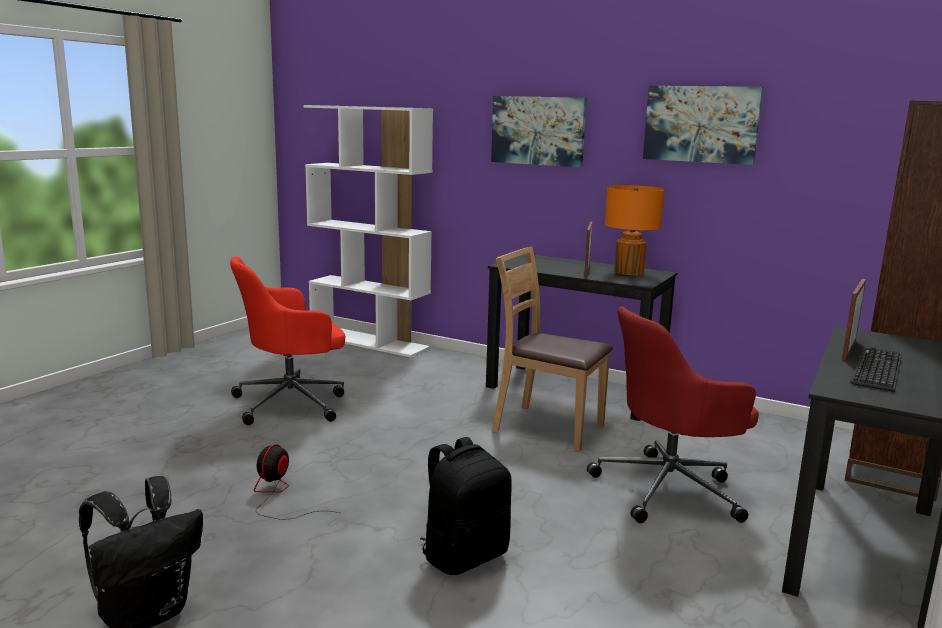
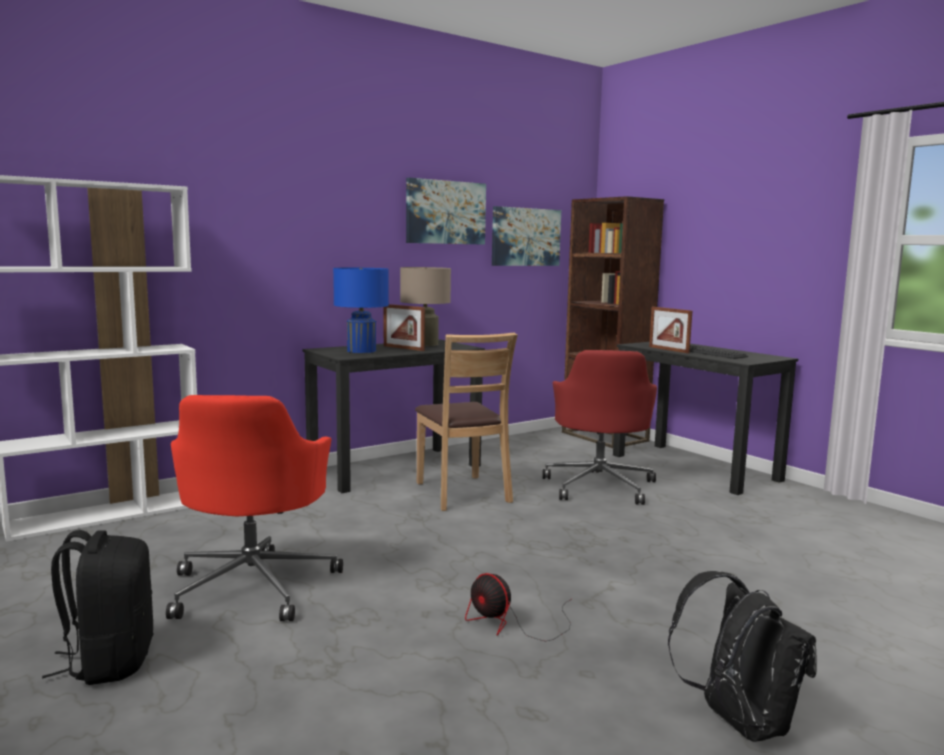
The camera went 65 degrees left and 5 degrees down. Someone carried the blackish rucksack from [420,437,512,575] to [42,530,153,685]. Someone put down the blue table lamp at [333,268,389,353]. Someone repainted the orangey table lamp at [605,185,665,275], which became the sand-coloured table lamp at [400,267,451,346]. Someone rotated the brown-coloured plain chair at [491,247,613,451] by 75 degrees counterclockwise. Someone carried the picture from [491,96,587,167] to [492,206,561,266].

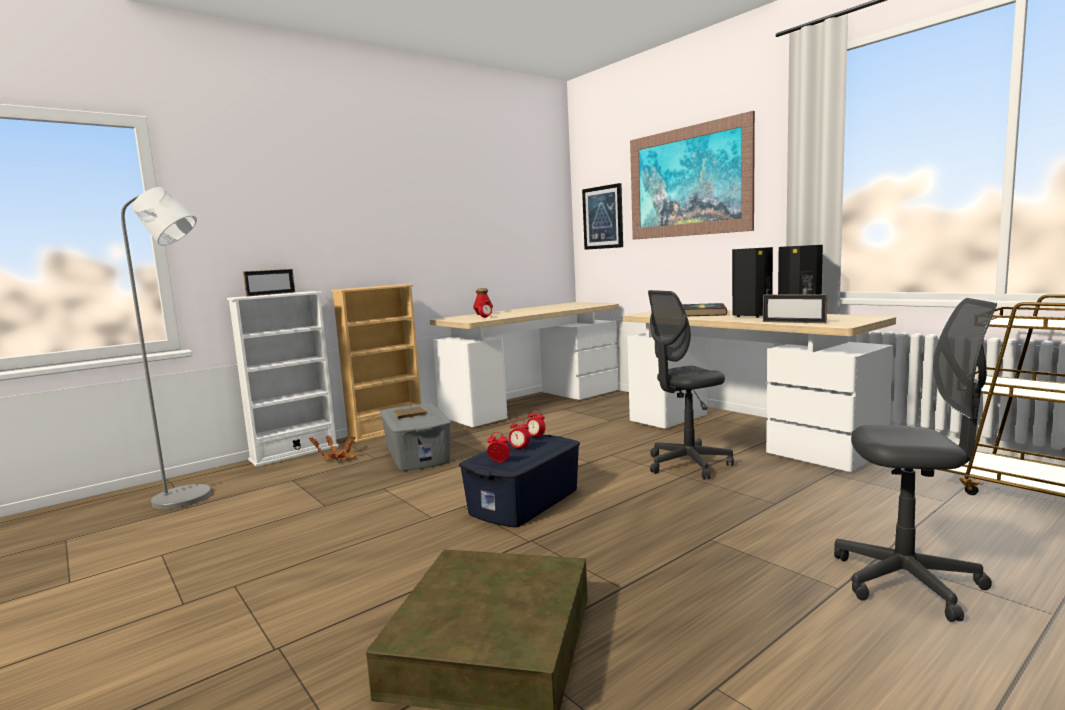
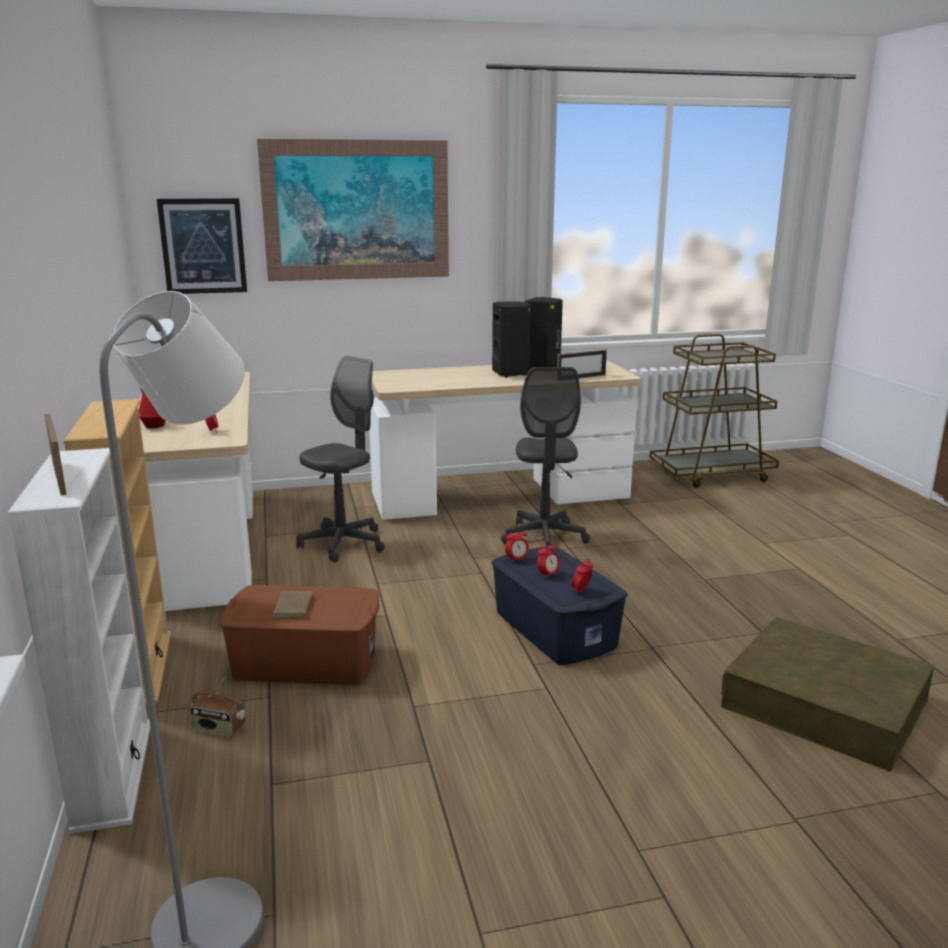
The camera went 65 degrees left and 10 degrees up. Someone swapped the houseplant at [308,436,357,461] for the radio at [190,677,245,737]. Someone repainted the gray storage container at [380,403,451,471], which became the brown-coloured storage container at [220,585,380,684]. Someone carried the gray desk chair from [834,298,997,622] to [296,356,385,563]. Someone took away the book at [682,303,727,316].

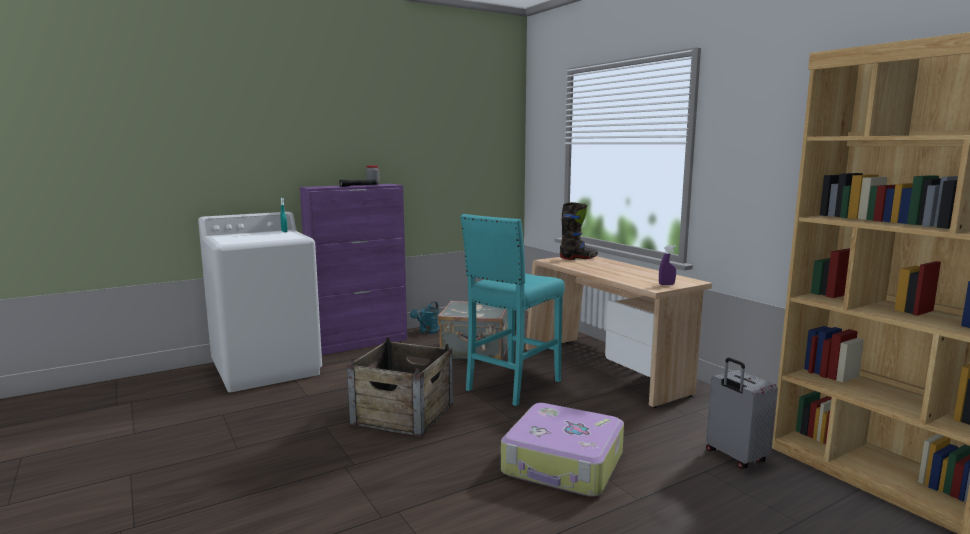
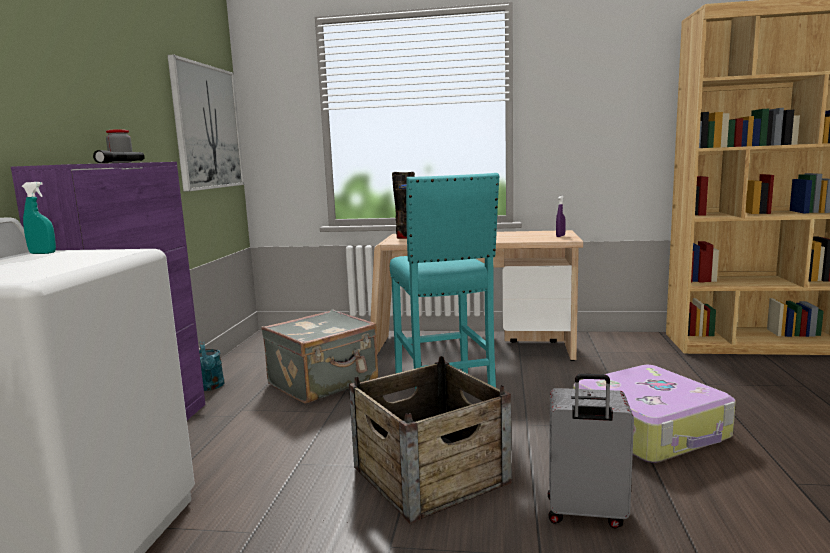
The camera went 50 degrees left and 0 degrees up. Someone put up the picture at [168,55,244,192]. Someone carried the gray piece of luggage from [706,357,778,469] to [548,374,634,529].

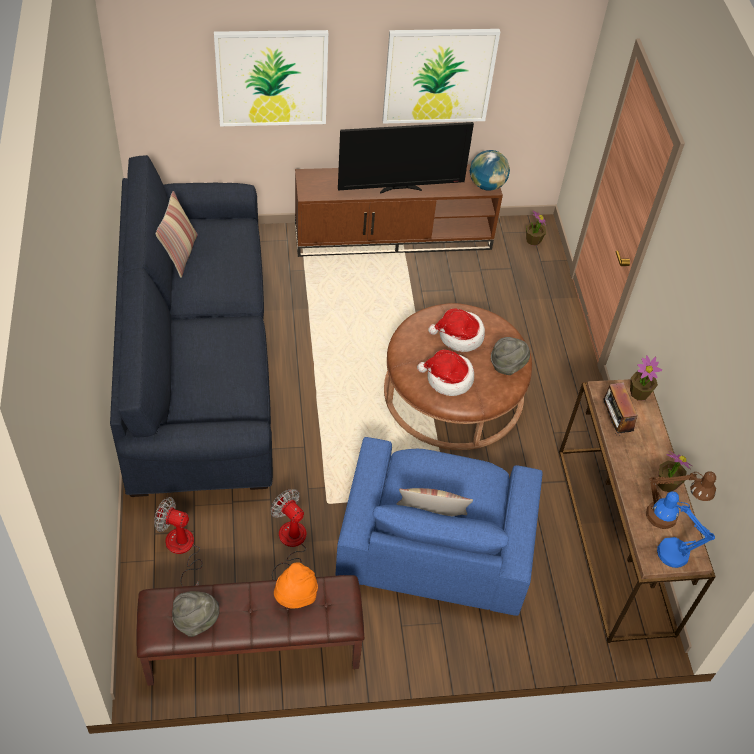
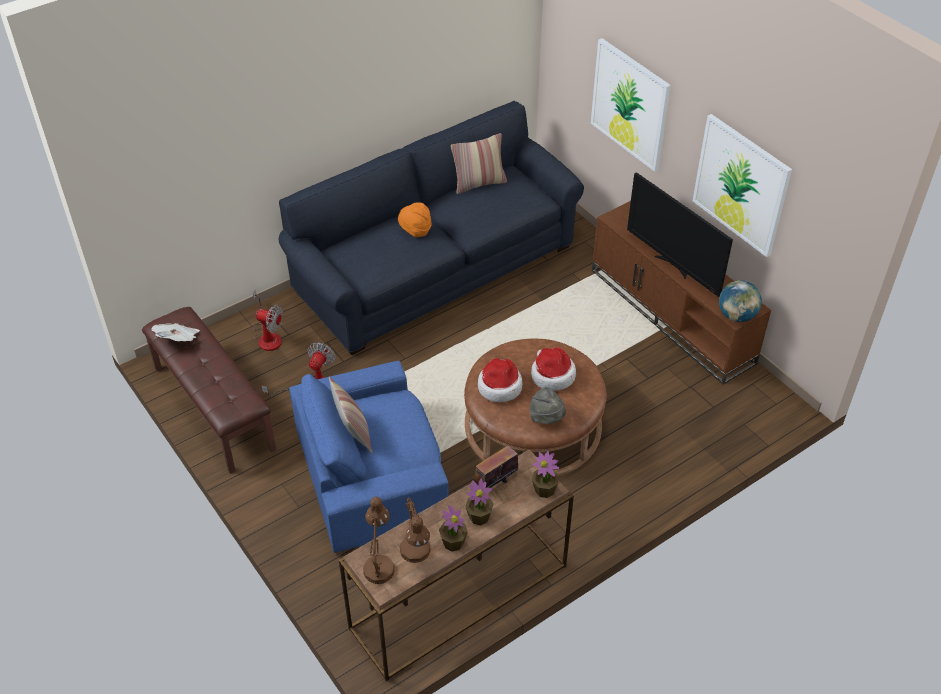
The camera went 65 degrees right and 5 degrees down. Someone swapped the gray hat at [172,591,219,637] for the printed paper at [152,323,200,341]. Someone rotated the electric fan at [154,497,203,586] by 120 degrees clockwise. Someone repainted the blue table lamp at [653,491,715,568], which became the brown-coloured table lamp at [363,497,395,584]. Someone carried the orangey hat from [274,562,318,609] to [398,202,432,237]. Someone carried the houseplant from [526,210,547,245] to [465,478,494,525].

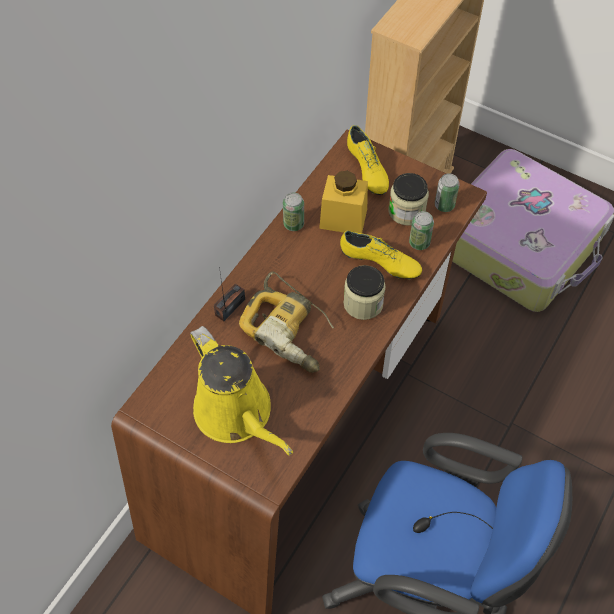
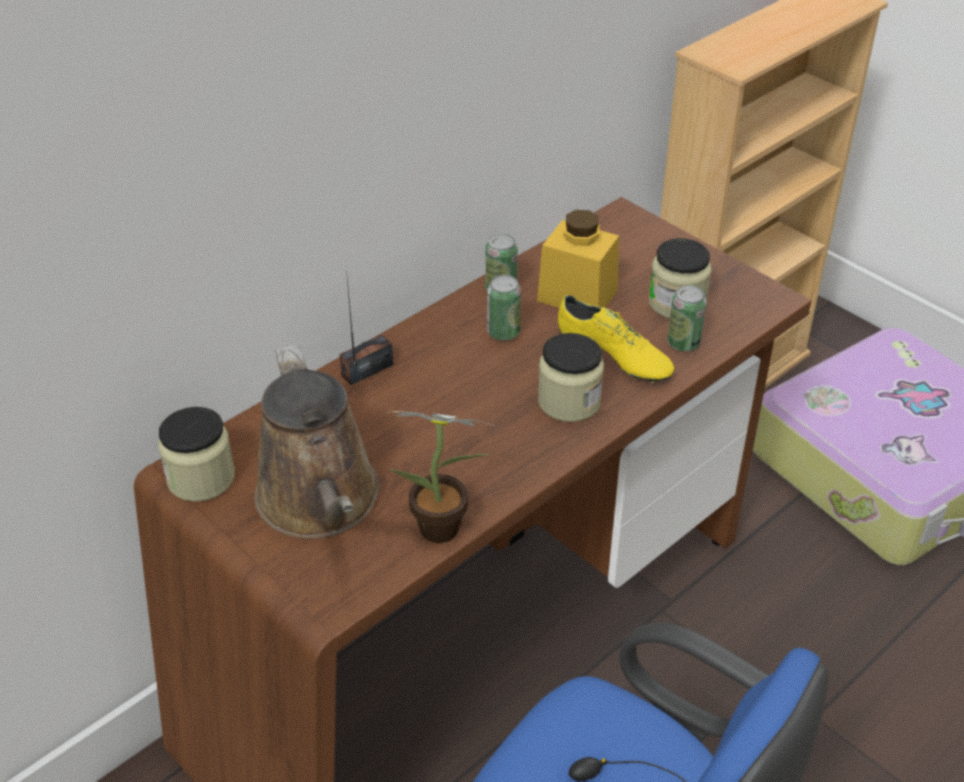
The camera went 15 degrees right and 15 degrees down. Someone put down the storage jar at [158,407,235,502]. Someone repainted the yellowish watering can at [190,326,293,456], which became the brown-coloured watering can at [254,344,379,539]. Someone put down the houseplant at [390,411,494,543]. Someone carried the can from [435,173,460,212] to [487,275,521,341]. Someone took away the electric drill at [239,272,334,373]. Someone took away the yellowish low shoe at [347,125,389,195].

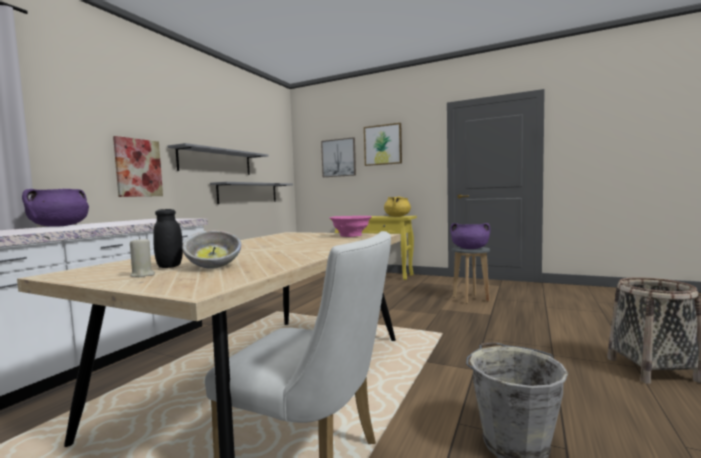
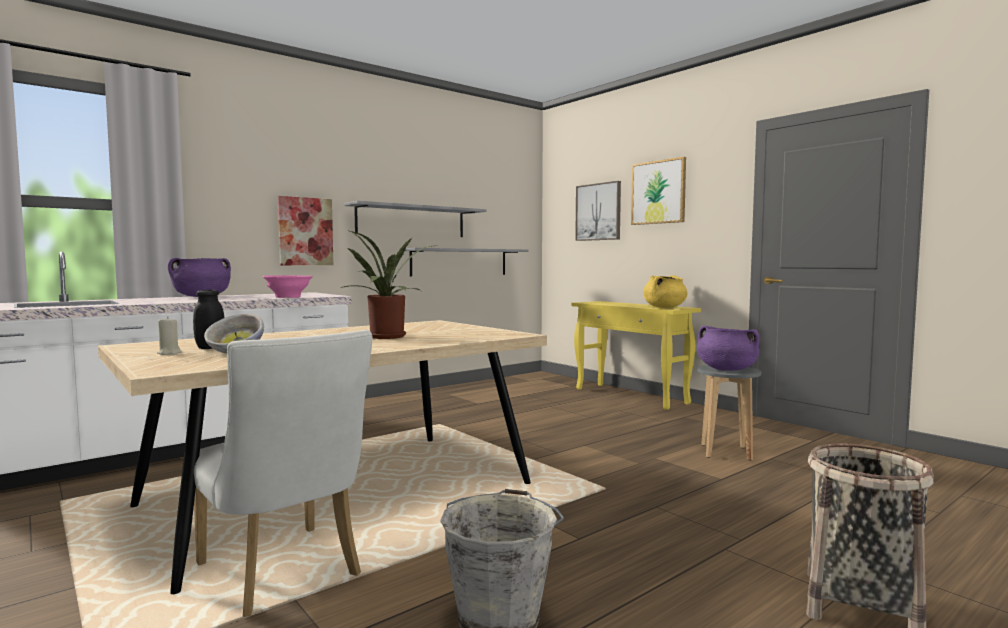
The camera went 25 degrees right and 0 degrees up. Someone carried the pinkish bowl from [330,216,372,237] to [263,275,313,298]. Someone put down the houseplant at [341,230,438,339].

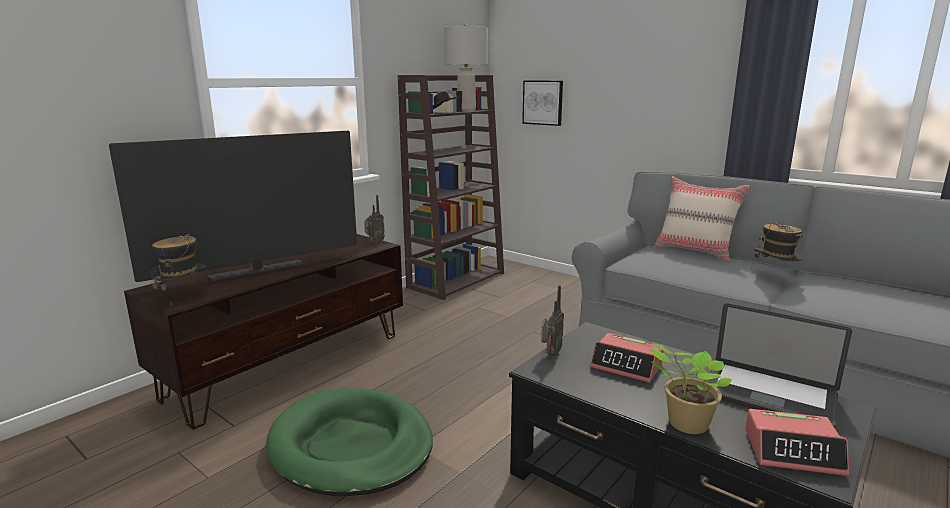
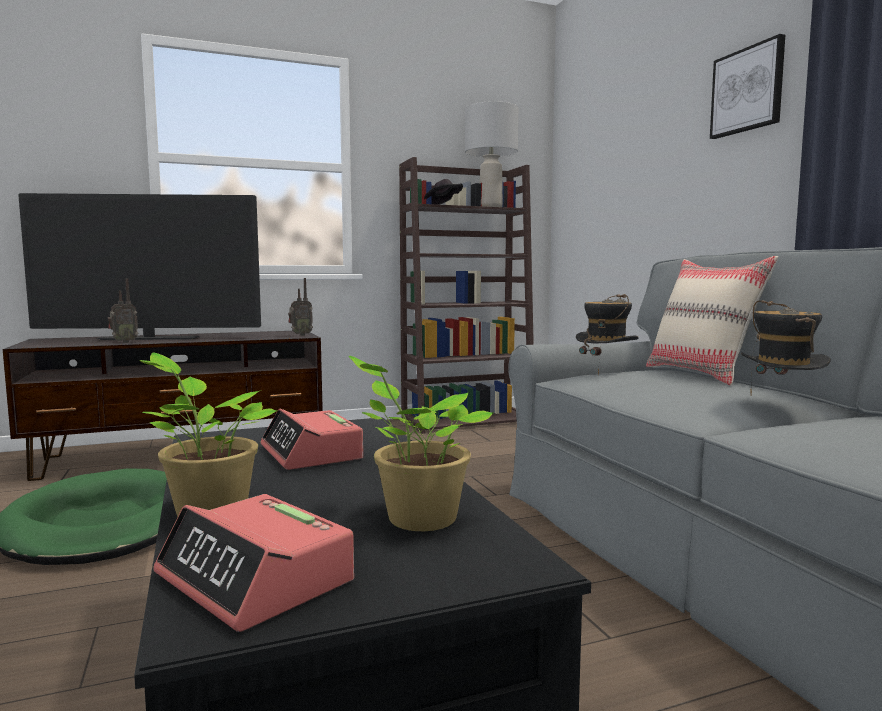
The camera went 30 degrees right and 10 degrees down. Someone carried the radio from [541,285,564,356] to [108,278,138,343]. Someone swapped the portable computer at [706,304,852,428] for the houseplant at [349,356,493,531]. Someone carried the hat from [150,234,207,306] to [576,294,639,375]. Someone carried the picture from [522,80,563,126] to [710,34,785,139].

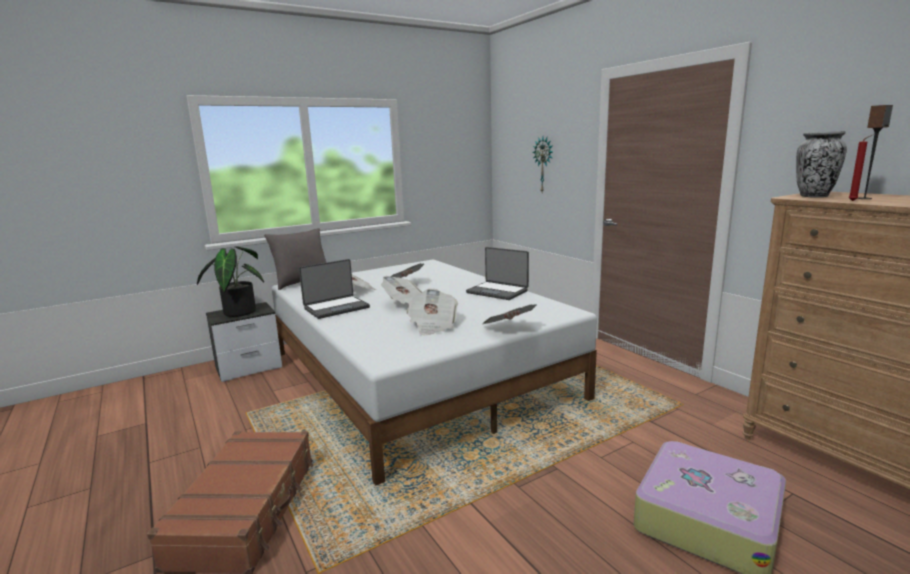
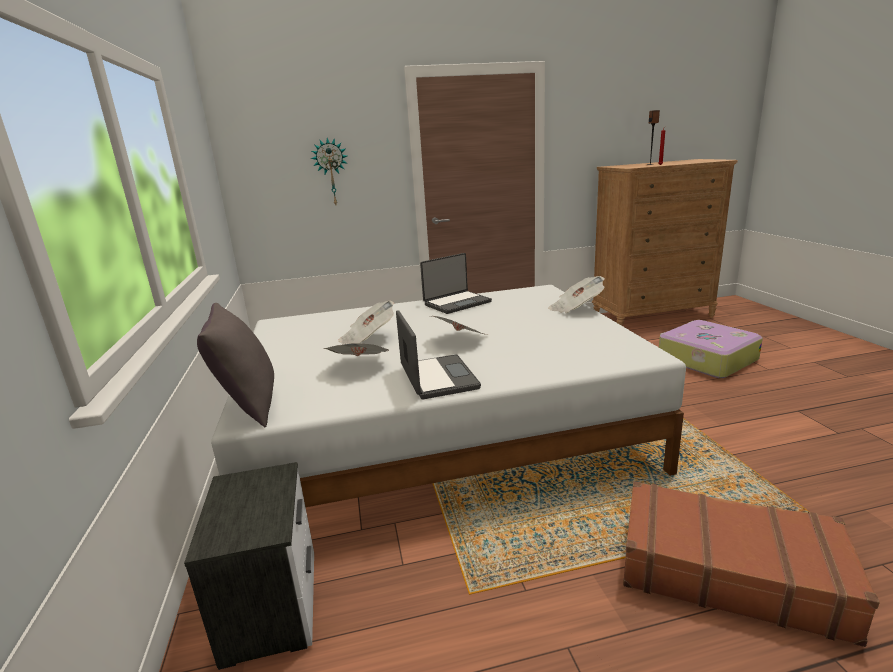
The camera went 70 degrees left and 5 degrees up. Someone took away the houseplant at [197,246,264,317]. Someone took away the printed paper at [406,289,458,335]. Someone took away the decorative vase at [796,131,847,198].

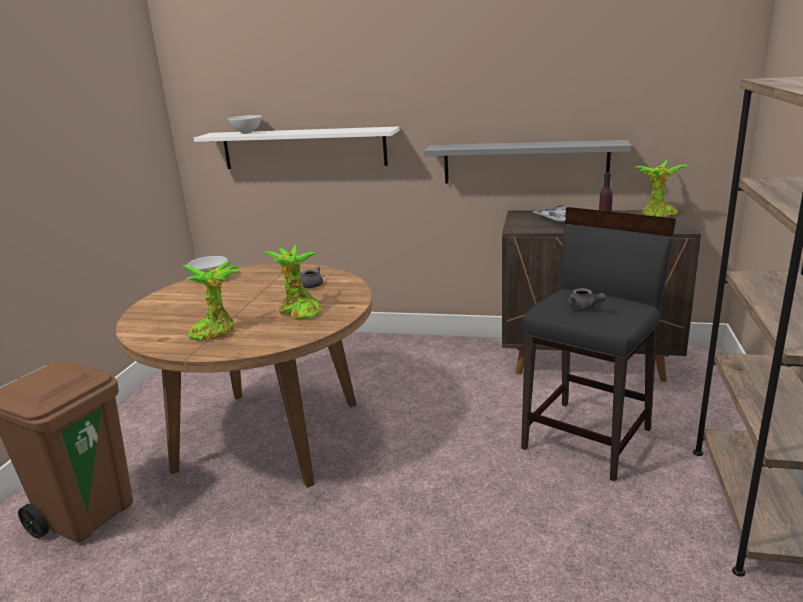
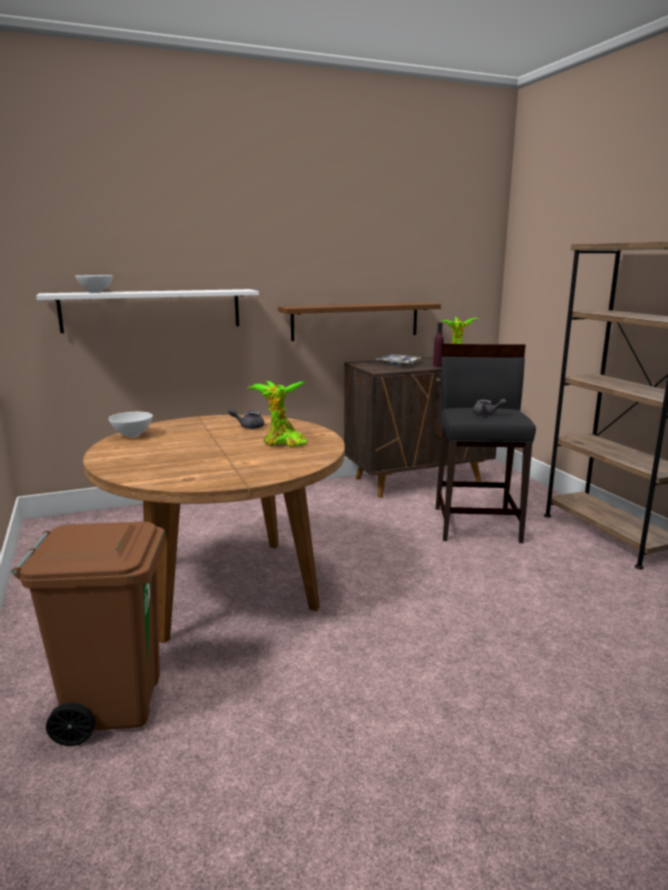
The camera went 35 degrees left and 5 degrees down. Someone repainted the gray shelf at [424,140,631,184], which became the brown-coloured shelf at [278,302,441,341]. Someone took away the houseplant at [182,261,241,340].

